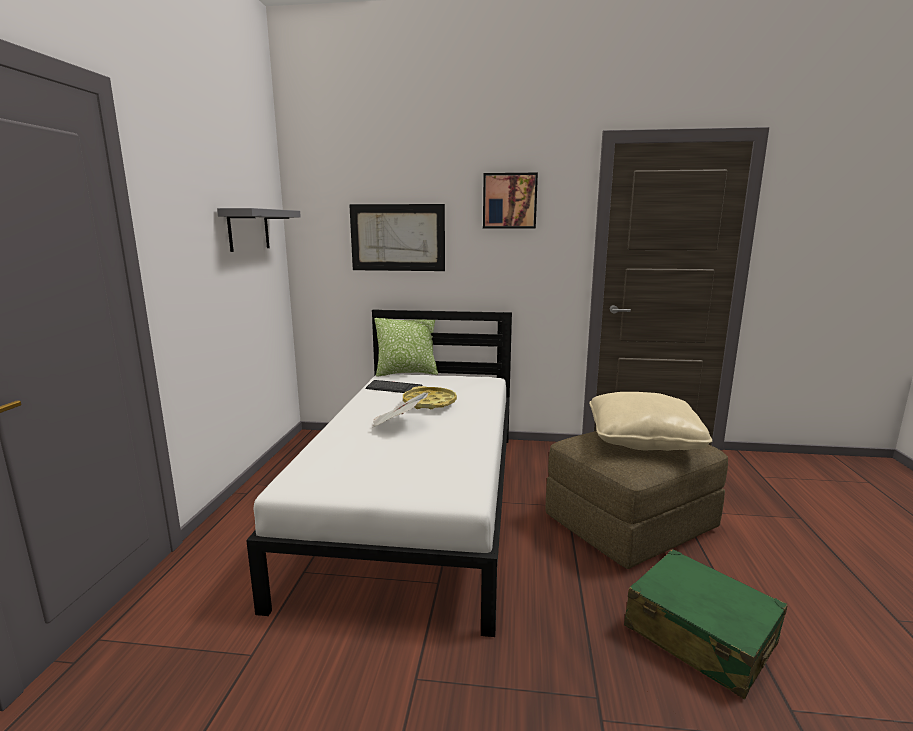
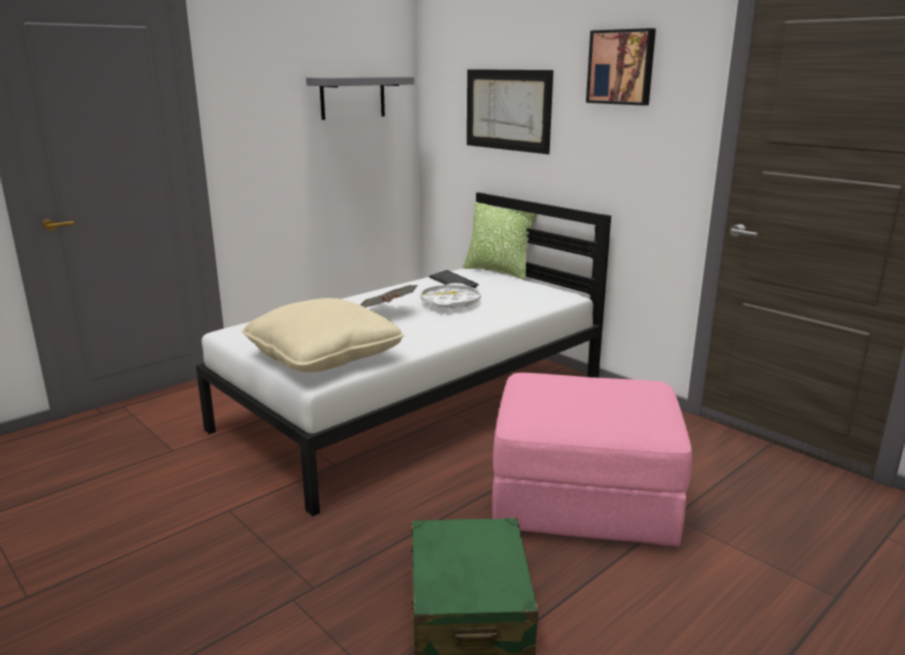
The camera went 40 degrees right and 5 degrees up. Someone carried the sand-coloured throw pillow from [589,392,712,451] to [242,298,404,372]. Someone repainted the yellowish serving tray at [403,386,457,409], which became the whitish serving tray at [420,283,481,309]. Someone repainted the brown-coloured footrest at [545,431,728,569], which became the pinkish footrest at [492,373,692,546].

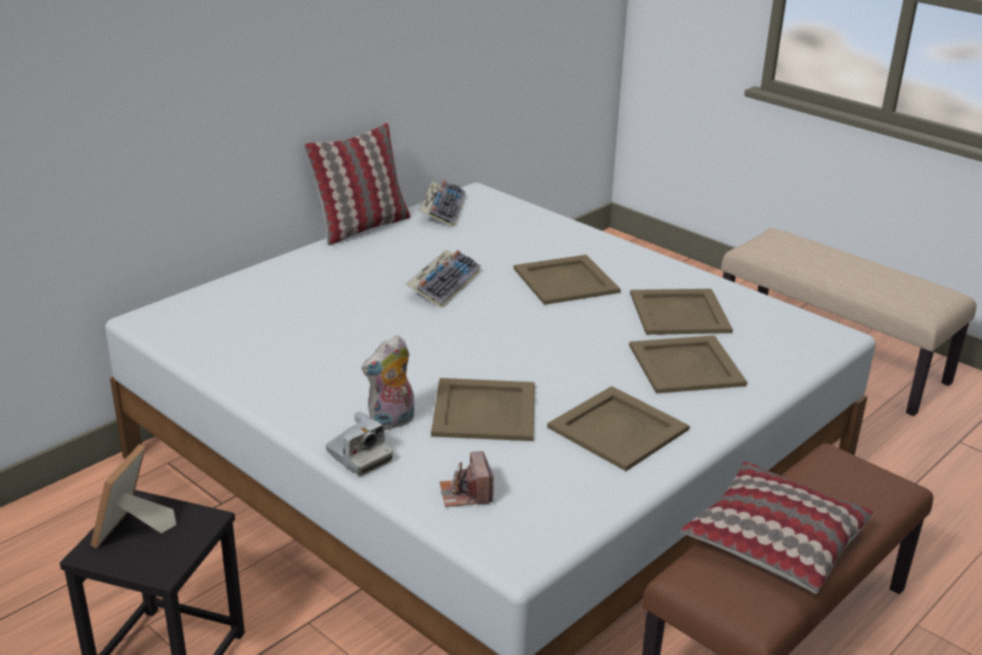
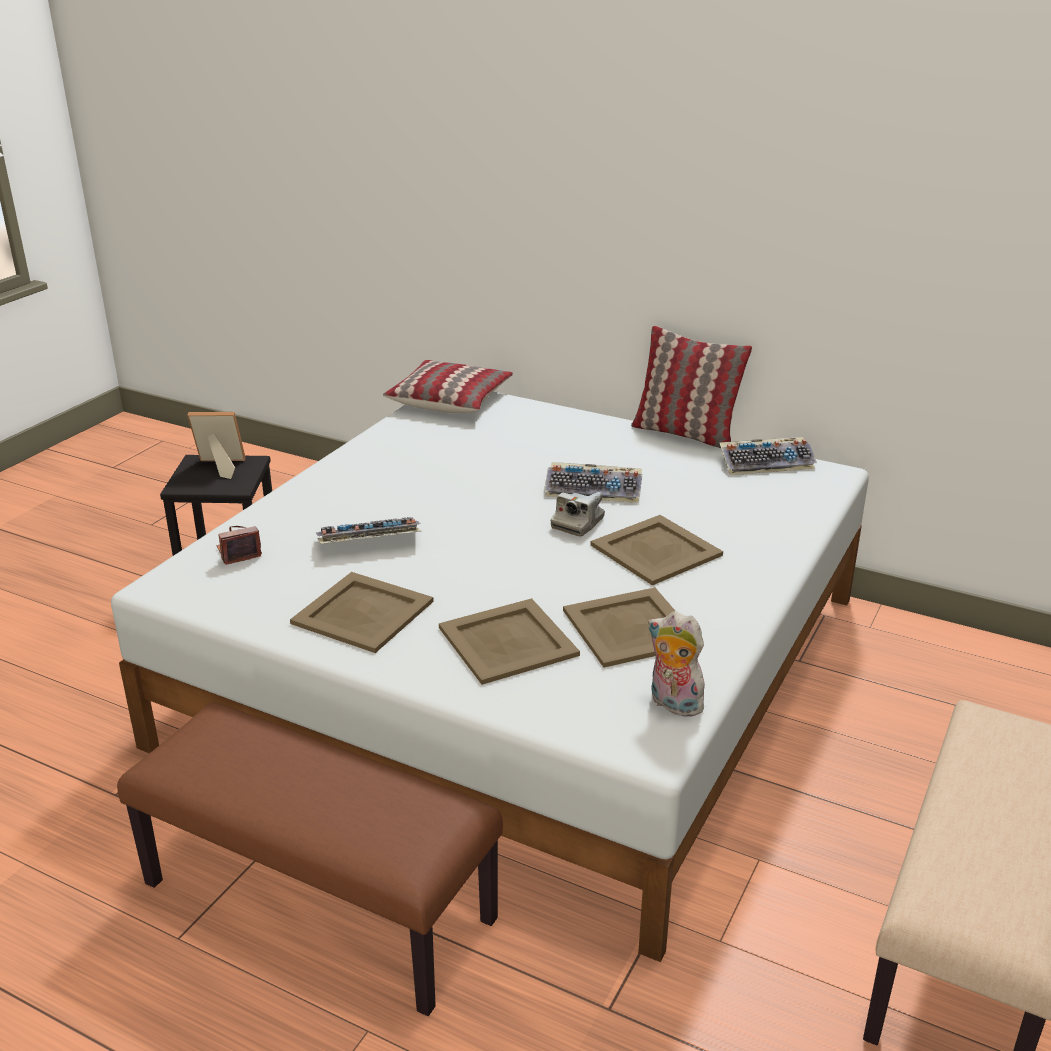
The camera went 75 degrees right and 0 degrees up. Someone swapped the sand-coloured serving tray at [431,378,535,441] for the computer keyboard at [316,517,421,544]. Someone carried the throw pillow from [681,462,873,594] to [383,360,513,413]. Someone carried the photo camera from [326,411,393,476] to [551,492,605,536]. Someone carried the plush toy from [362,335,414,430] to [647,611,705,717].

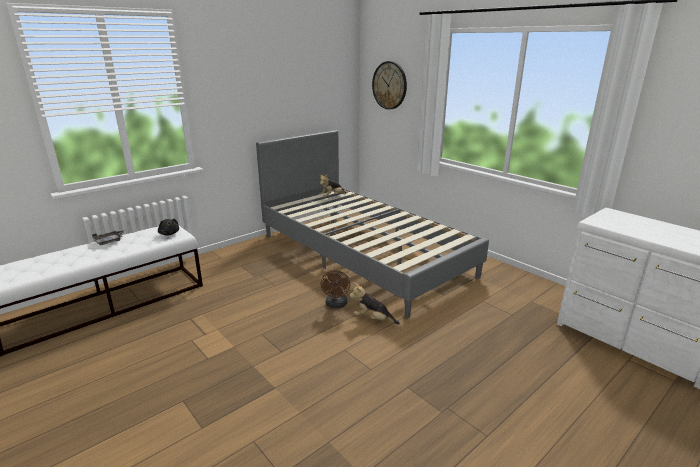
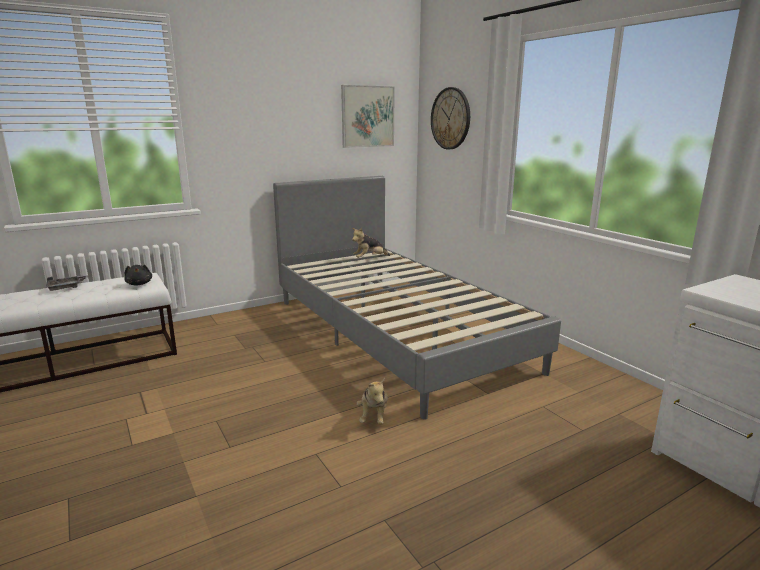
The camera went 10 degrees right and 5 degrees down. Someone put up the picture at [341,85,395,148]. Someone rotated the plush toy at [349,283,400,325] by 120 degrees counterclockwise. Someone took away the brown-coloured electric fan at [320,270,350,308].

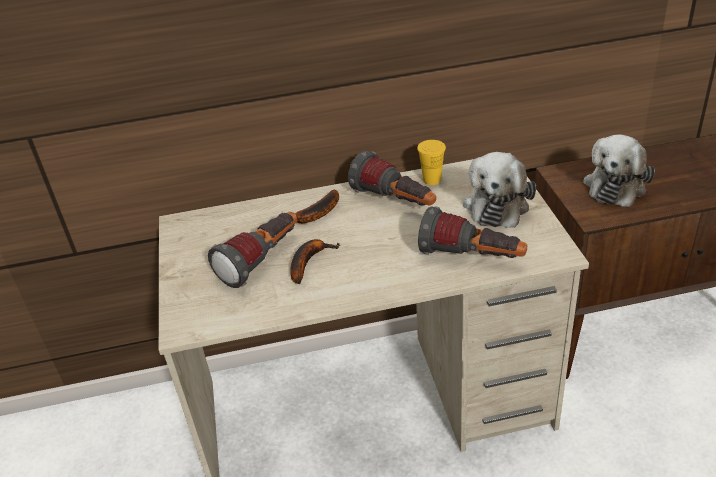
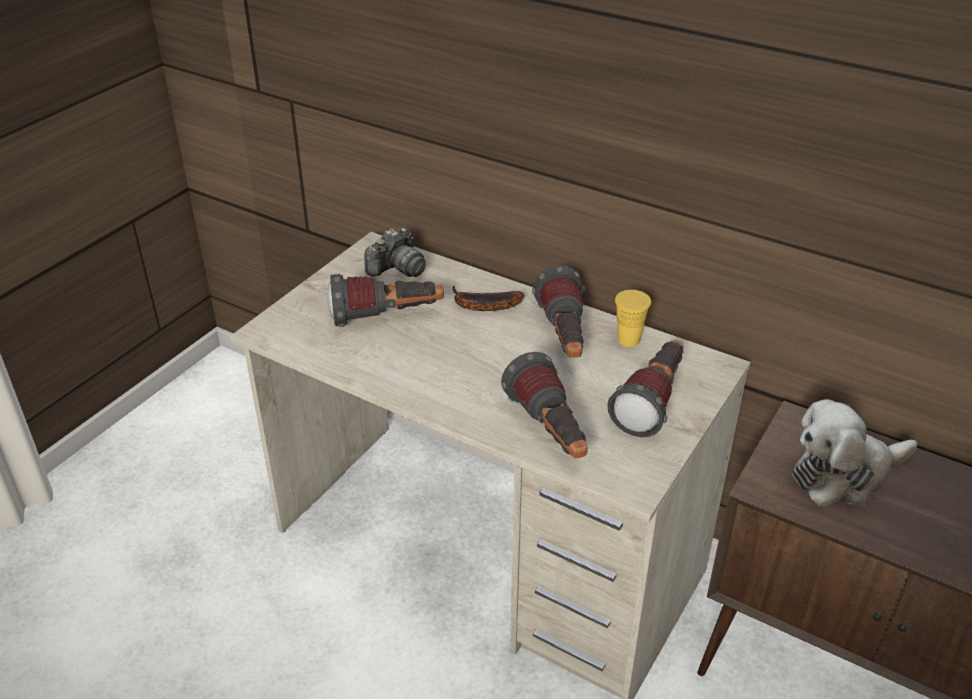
The camera went 40 degrees right and 0 degrees up. Someone put down the photo camera at [364,228,426,277]. Someone swapped the plush toy at [463,152,536,228] for the flashlight at [607,340,684,437]. Someone took away the banana fruit at [290,239,340,284].

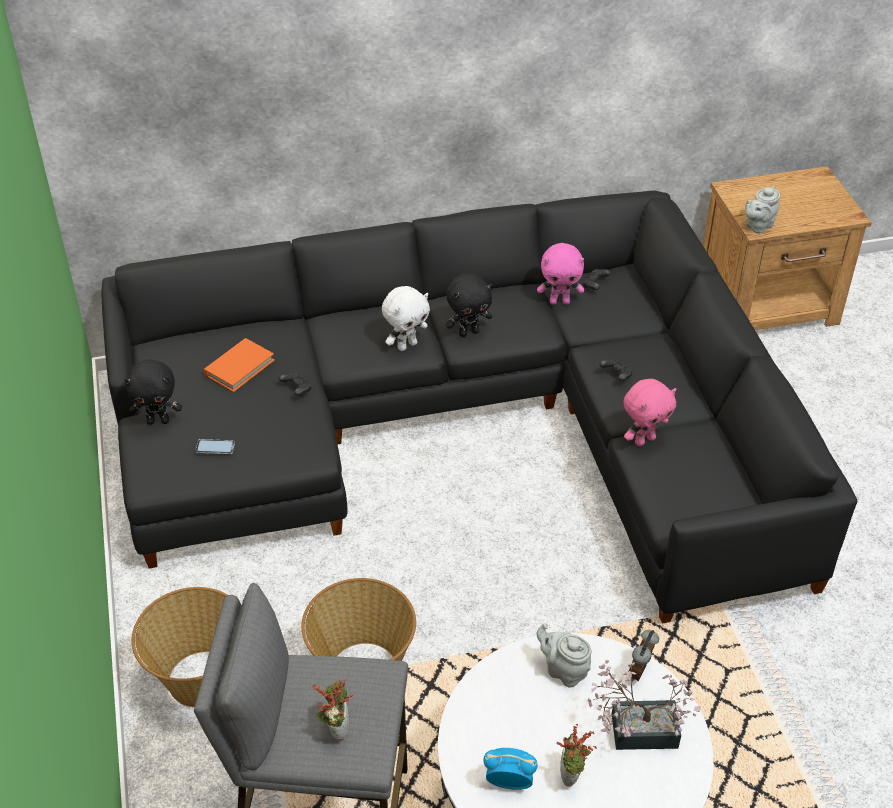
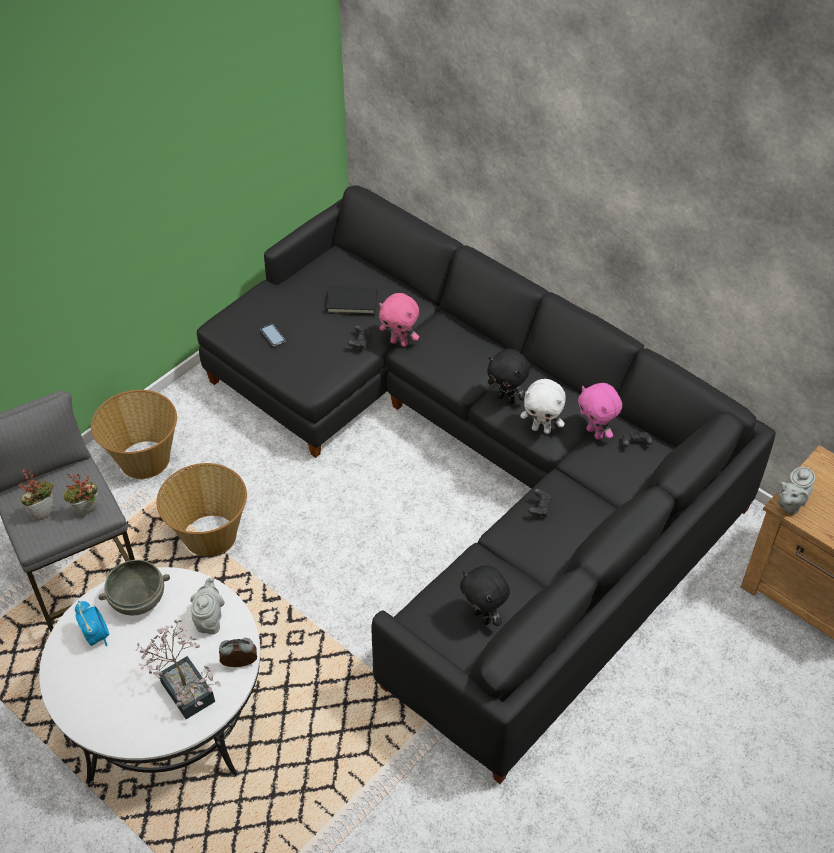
The camera went 55 degrees right and 5 degrees up. Someone carried the houseplant from [556,724,597,787] to [63,474,98,515]. Someone put down the gray bowl at [98,560,170,615]. Someone repainted the orangey book at [203,338,275,392], which became the blackish book at [326,286,377,315]. Someone carried the pinkish plush toy from [624,379,676,446] to [379,293,419,347]. Someone carried the blackish plush toy from [124,359,182,425] to [460,565,510,626]. Someone carried the whitish plush toy from [382,286,430,351] to [520,379,566,434]. Someone rotated the gray teapot at [745,186,781,234] by 60 degrees counterclockwise.

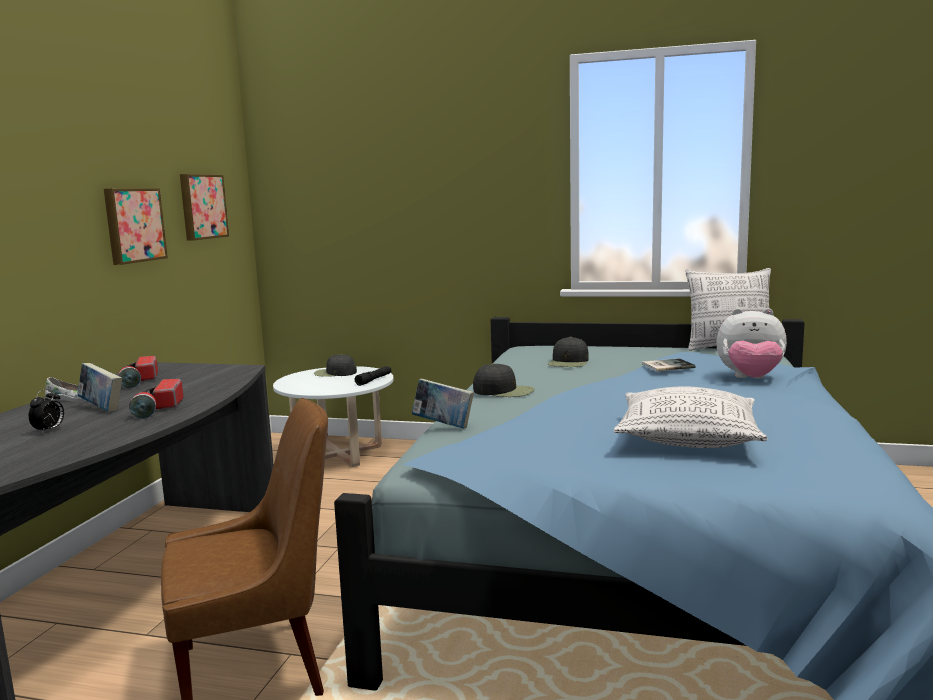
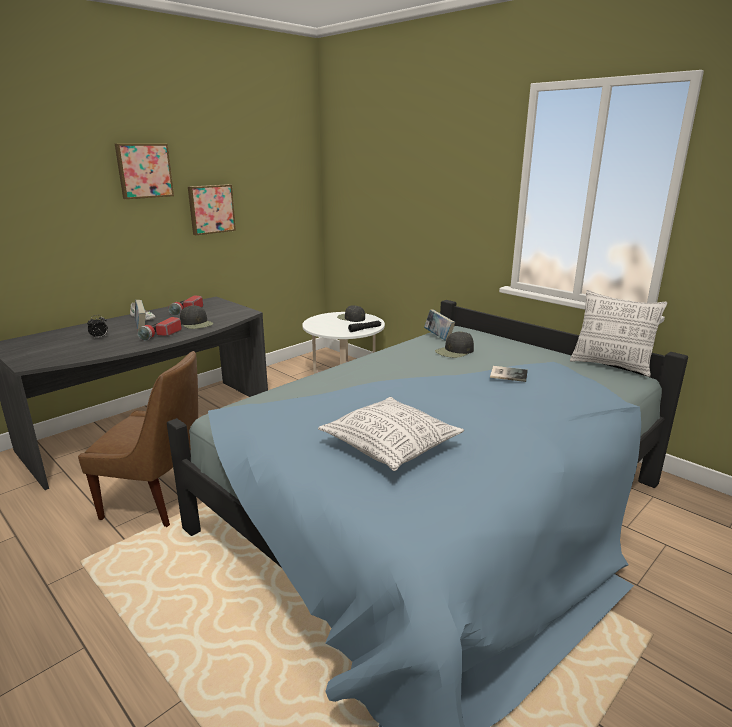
The camera went 30 degrees right and 10 degrees up. Someone carried the picture from [180,174,229,241] to [115,144,174,199]. Someone carried the blackish baseball cap from [473,363,534,397] to [180,305,213,329]. Someone carried the book from [412,379,474,429] to [424,310,455,341]. Someone took away the plush toy at [716,308,787,378].

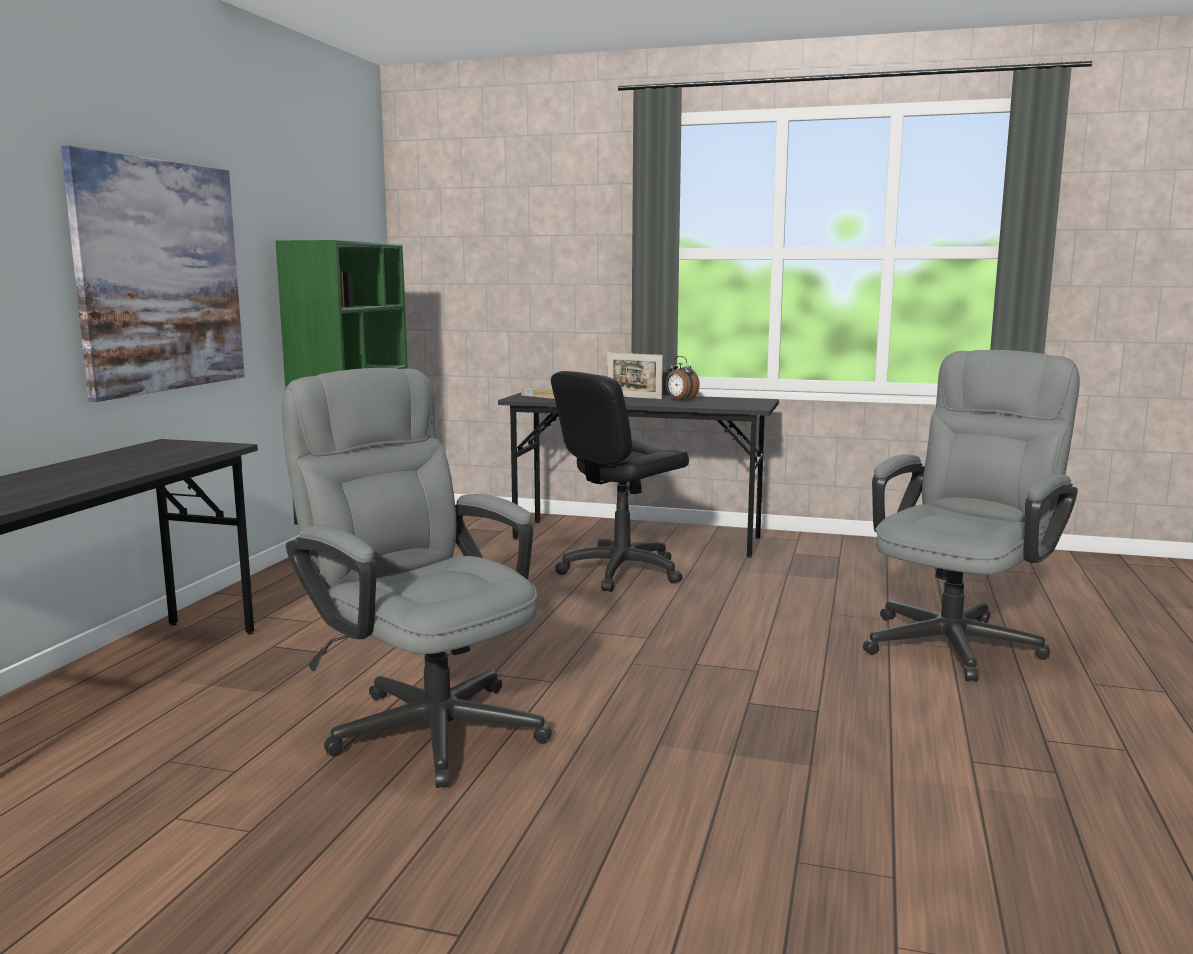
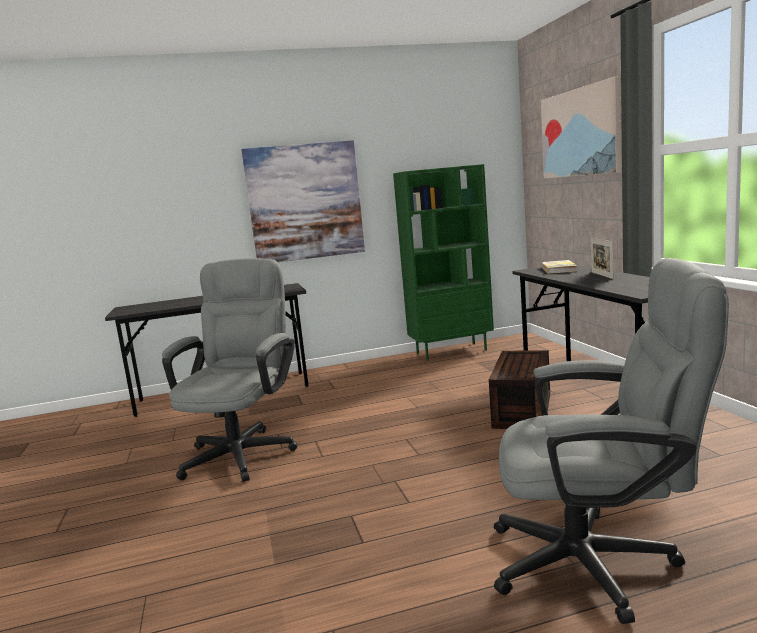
The camera went 60 degrees right and 0 degrees up. Someone swapped the blackish desk chair at [551,371,689,592] for the brown-coloured storage container at [489,351,550,429]. Someone put up the picture at [541,76,621,179]. Someone took away the table clock at [666,356,700,402].

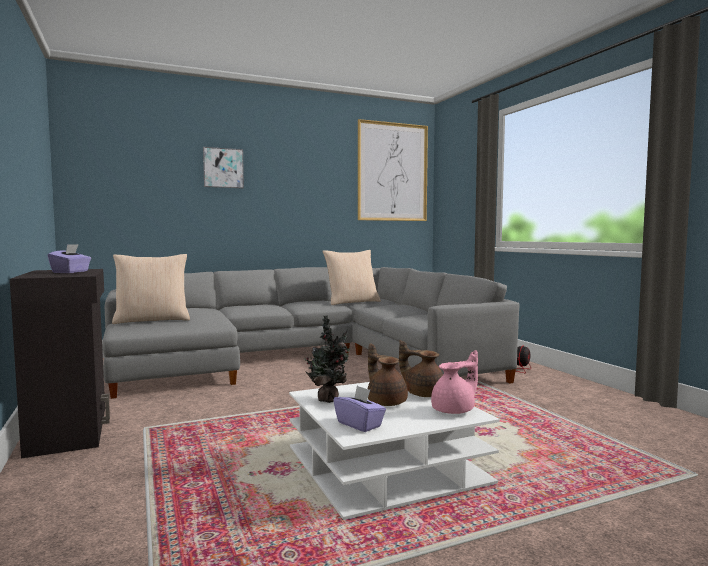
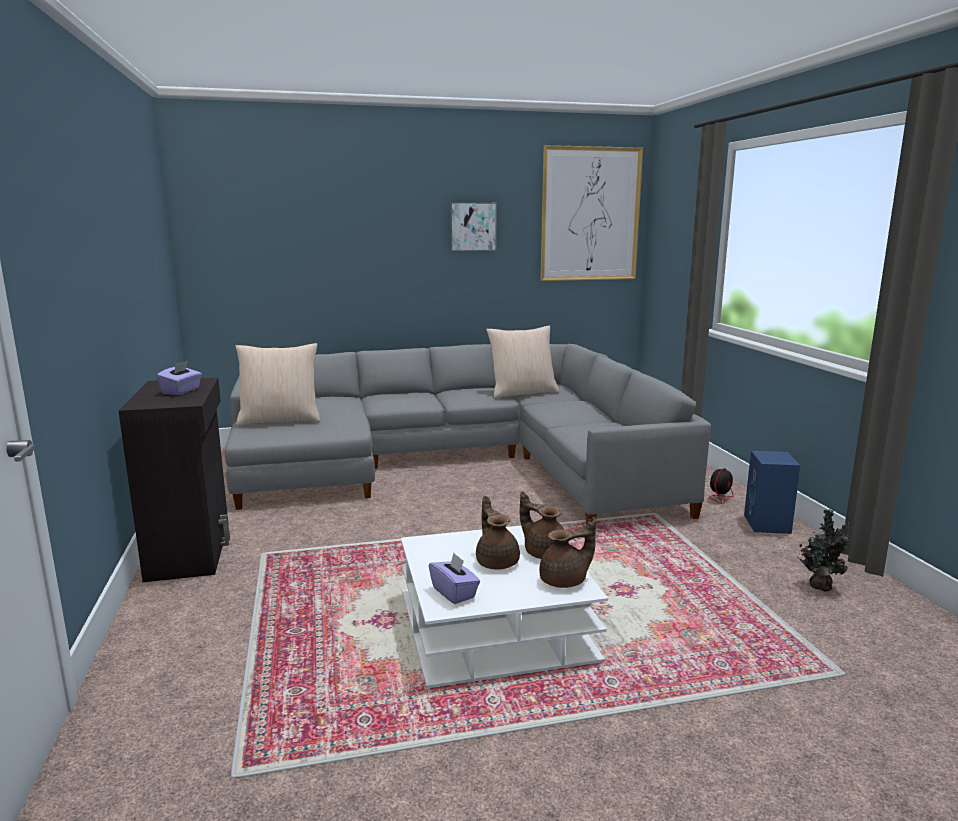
The camera went 10 degrees right and 10 degrees up. Someone carried the picture from [203,147,244,188] to [450,203,497,251]. Someone repainted the pinkish teapot at [431,350,478,414], which became the brown-coloured teapot at [539,517,596,588]. Someone put down the blue loudspeaker at [744,451,800,534]. Someone carried the houseplant from [304,315,350,403] to [798,509,851,591].

